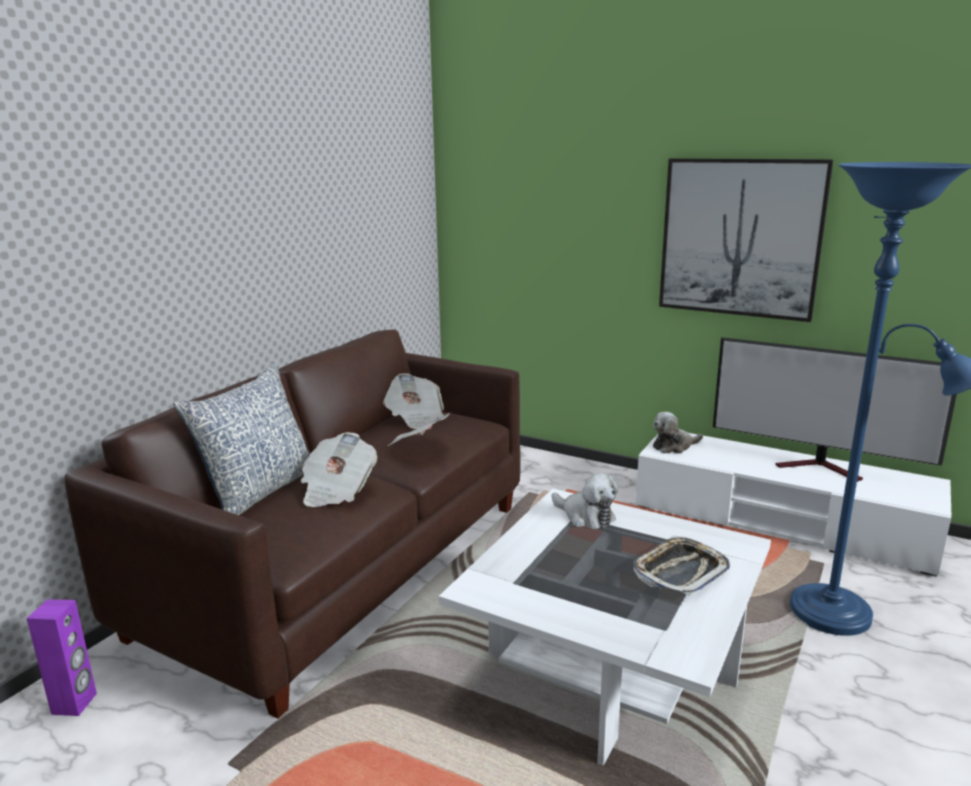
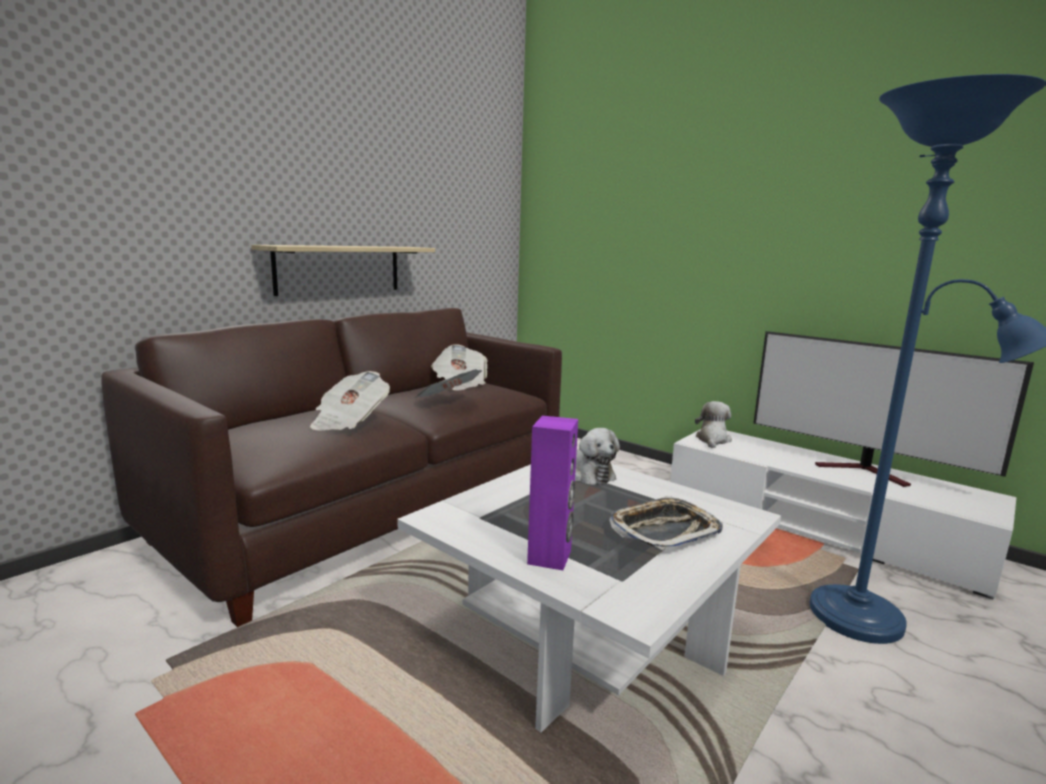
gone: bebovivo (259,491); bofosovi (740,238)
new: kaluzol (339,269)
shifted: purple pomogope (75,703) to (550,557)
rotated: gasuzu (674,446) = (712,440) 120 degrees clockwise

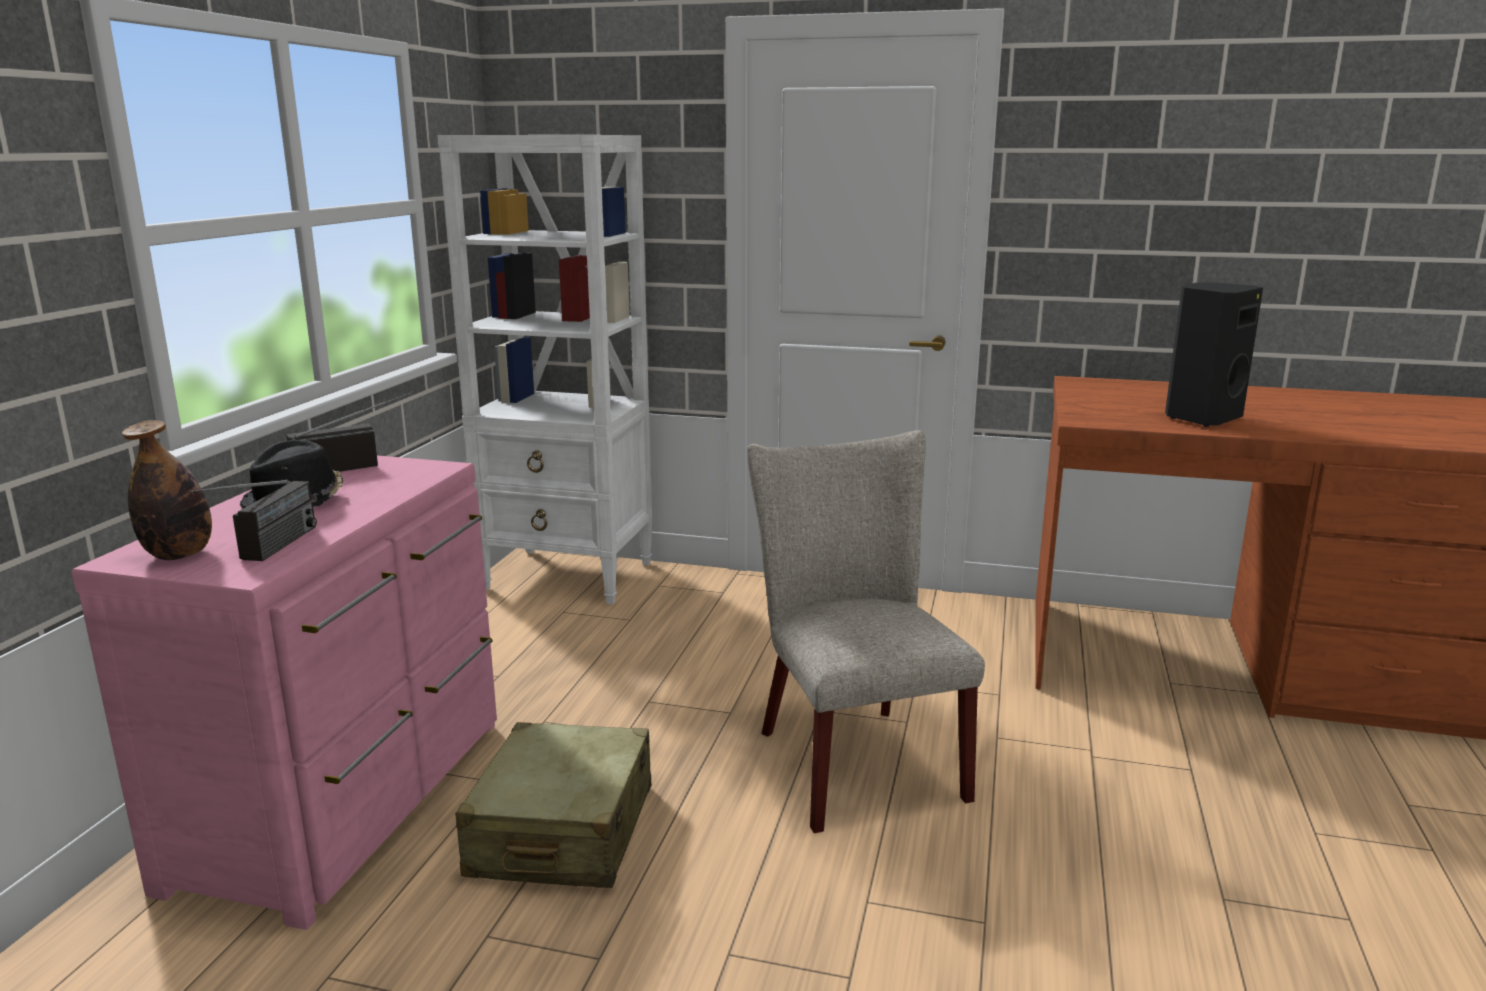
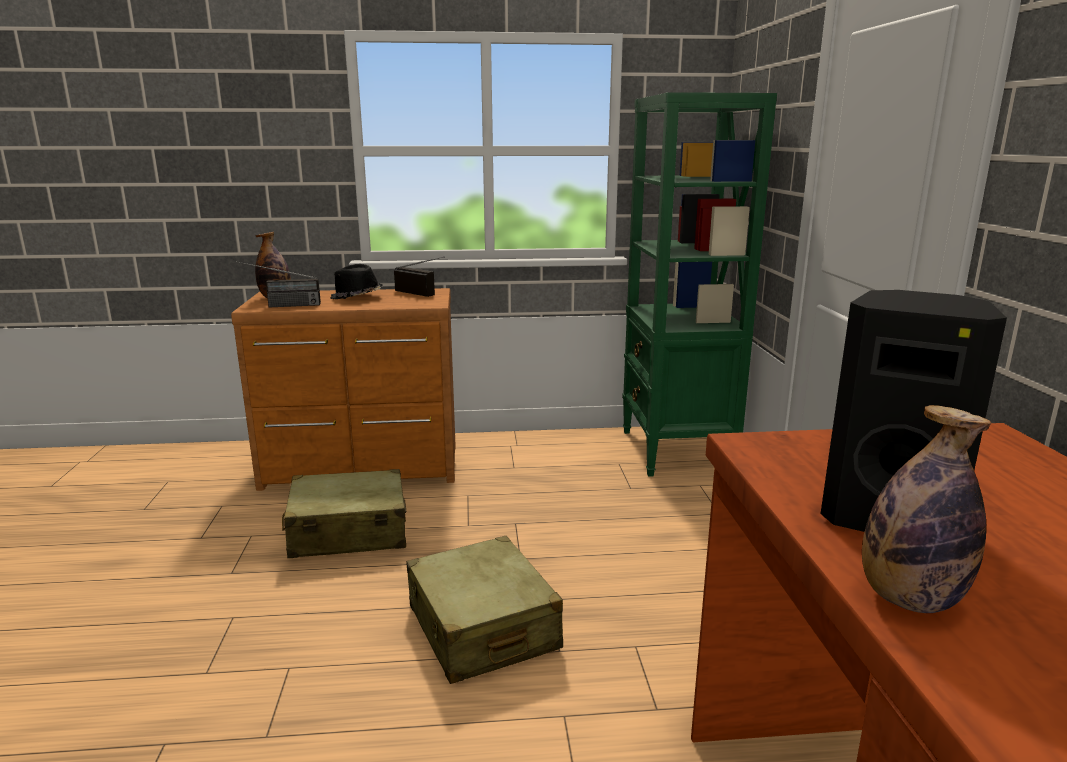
new: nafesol (909,599)
swapped: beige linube (851,757) to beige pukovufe (482,628)
repainted: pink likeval (352,800) to brown likeval (363,468); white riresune (570,576) to green riresune (676,451)

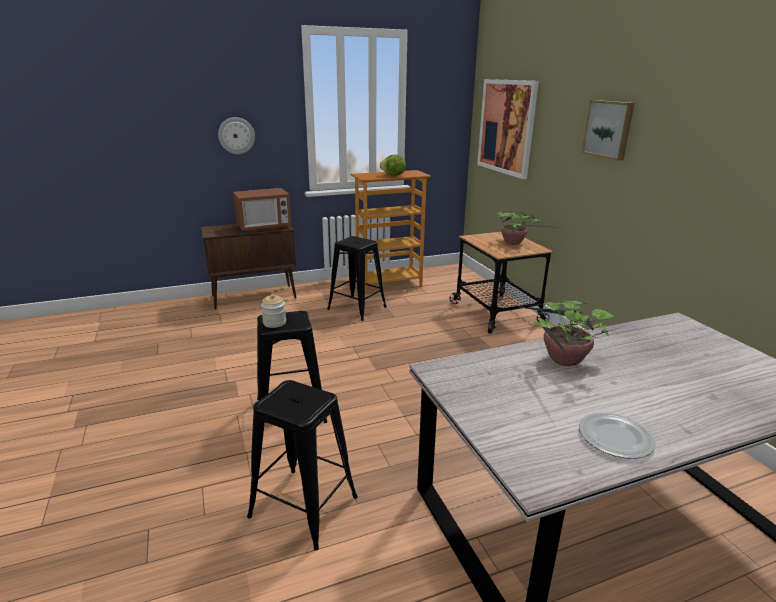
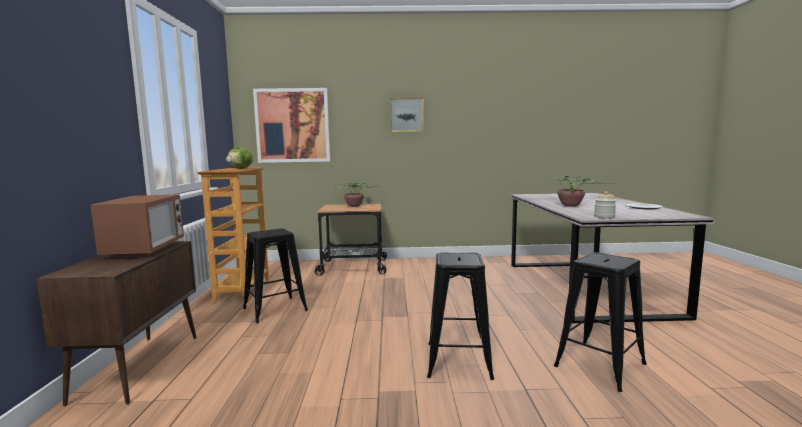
gone: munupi (236,135)
shifted: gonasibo (274,323) to (604,217)

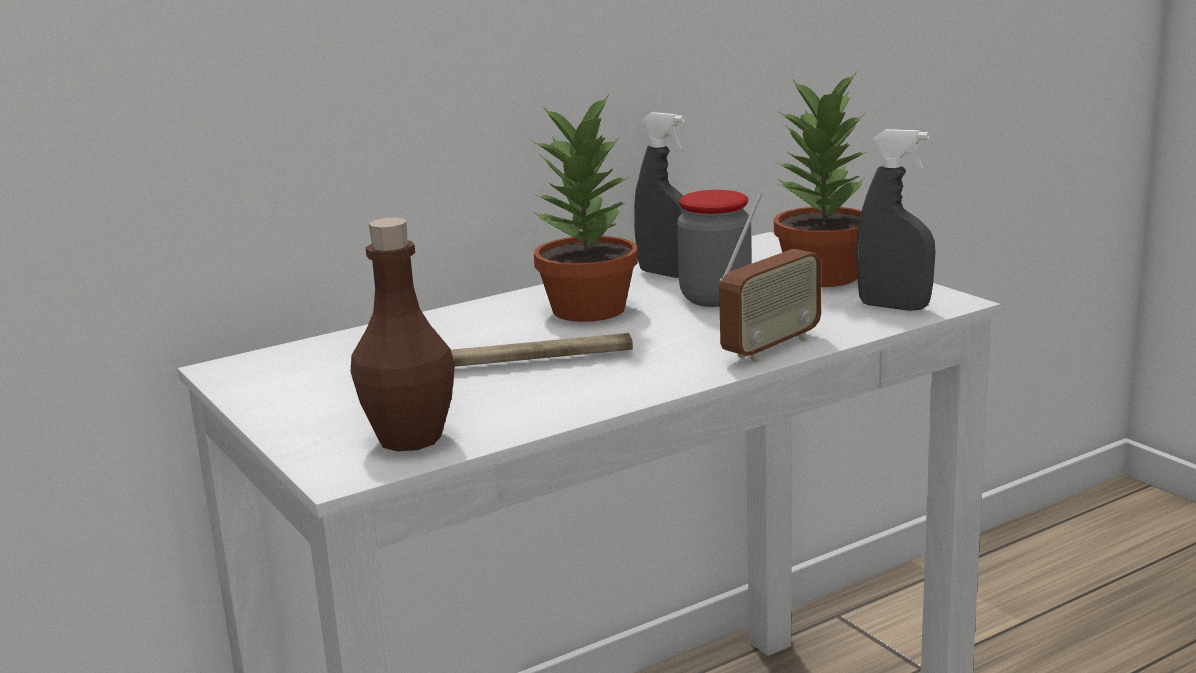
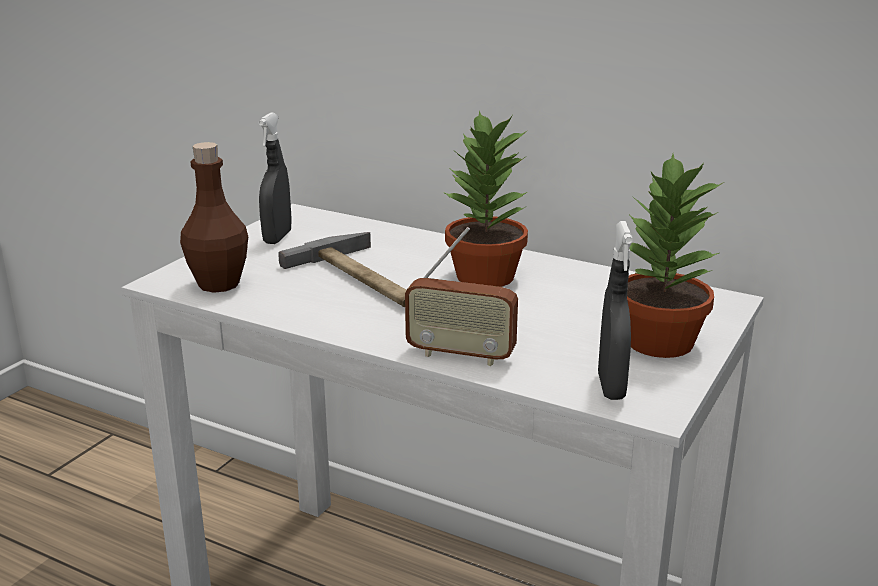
gone: gonasibo (715,298)
shifted: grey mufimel (666,274) to (277,237)

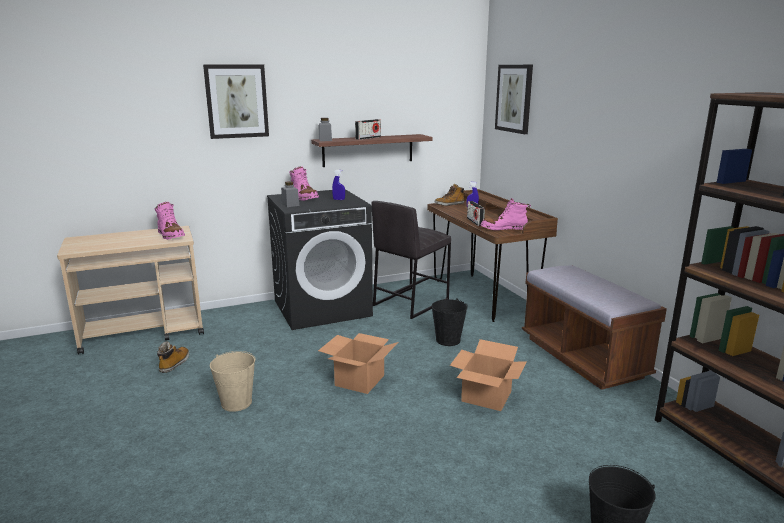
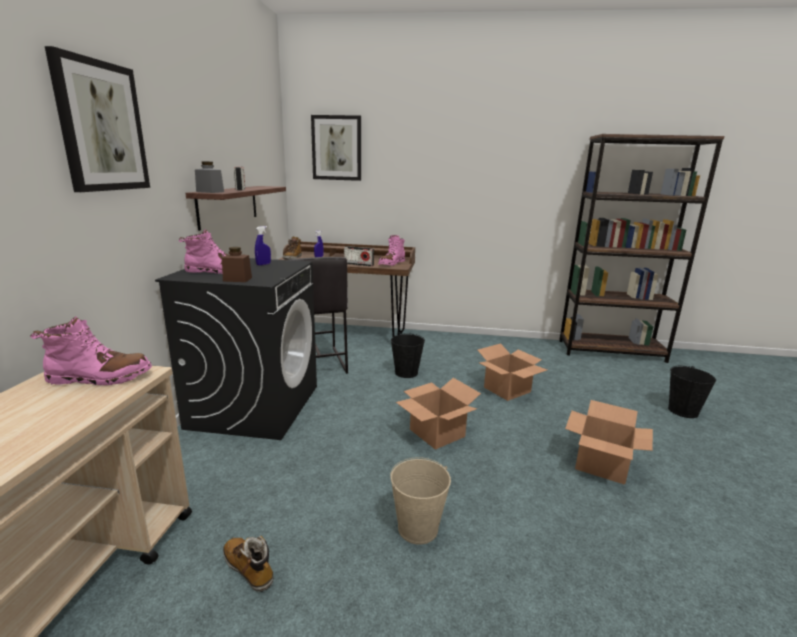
gone: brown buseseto (582,357)
new: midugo (602,464)
repainted: grey gonasibo (290,204) to brown gonasibo (237,279)

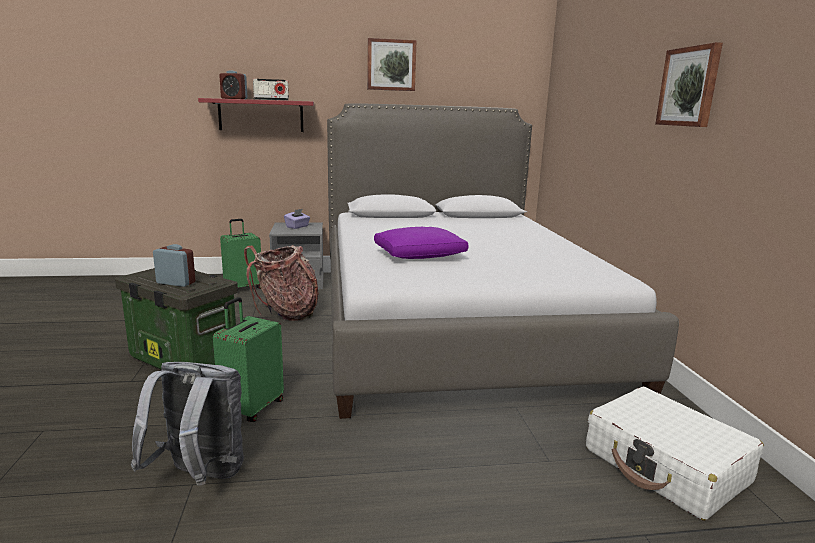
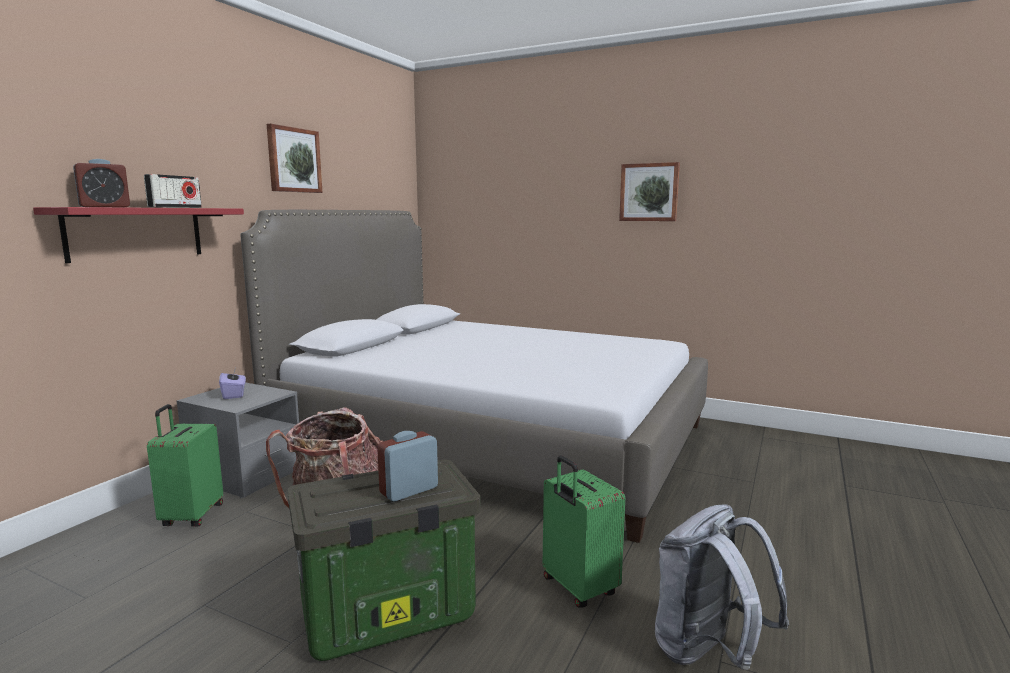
gone: purple bebovivo (420,255); white pukovufe (666,466)

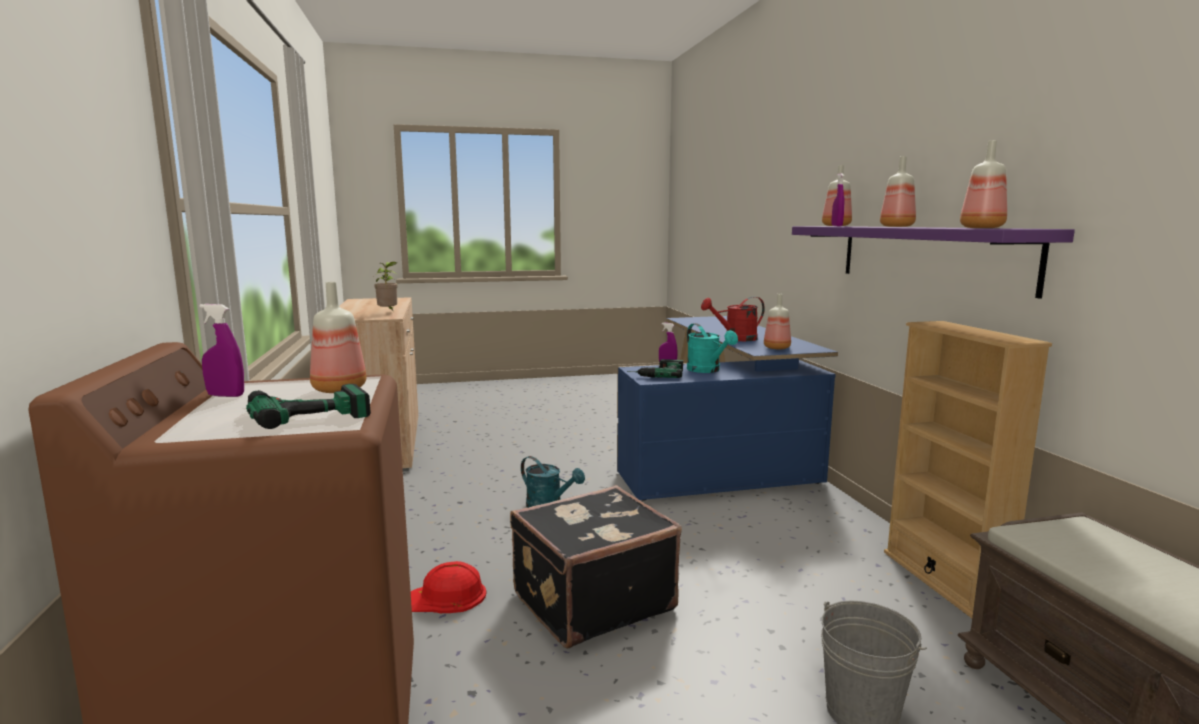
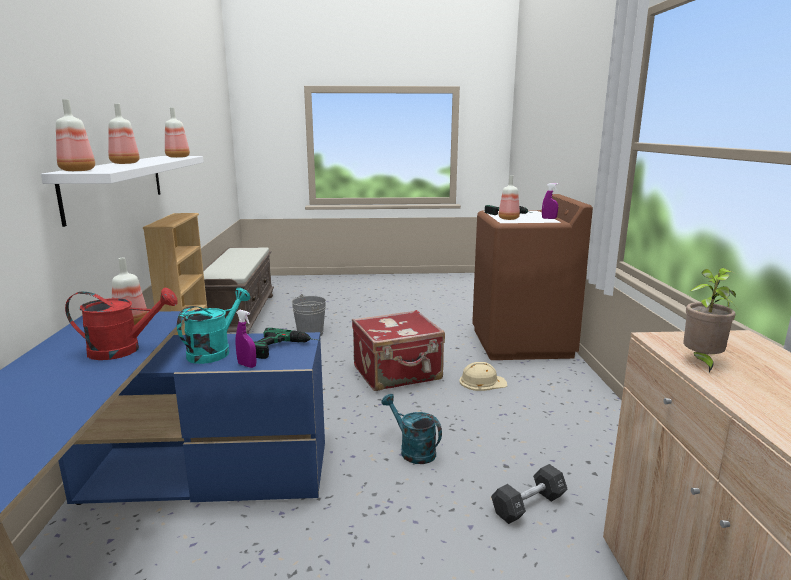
gone: purple mufimel (836,226)
new: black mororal (528,505)
repainted: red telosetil (447,597) to beige telosetil (482,382); black pukovufe (591,600) to red pukovufe (398,373); purple kaluzol (928,255) to white kaluzol (116,185)
rotated: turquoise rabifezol (707,370) = (214,351) 45 degrees clockwise

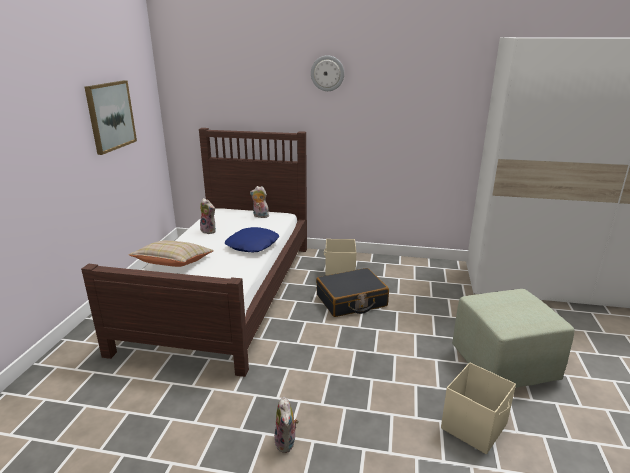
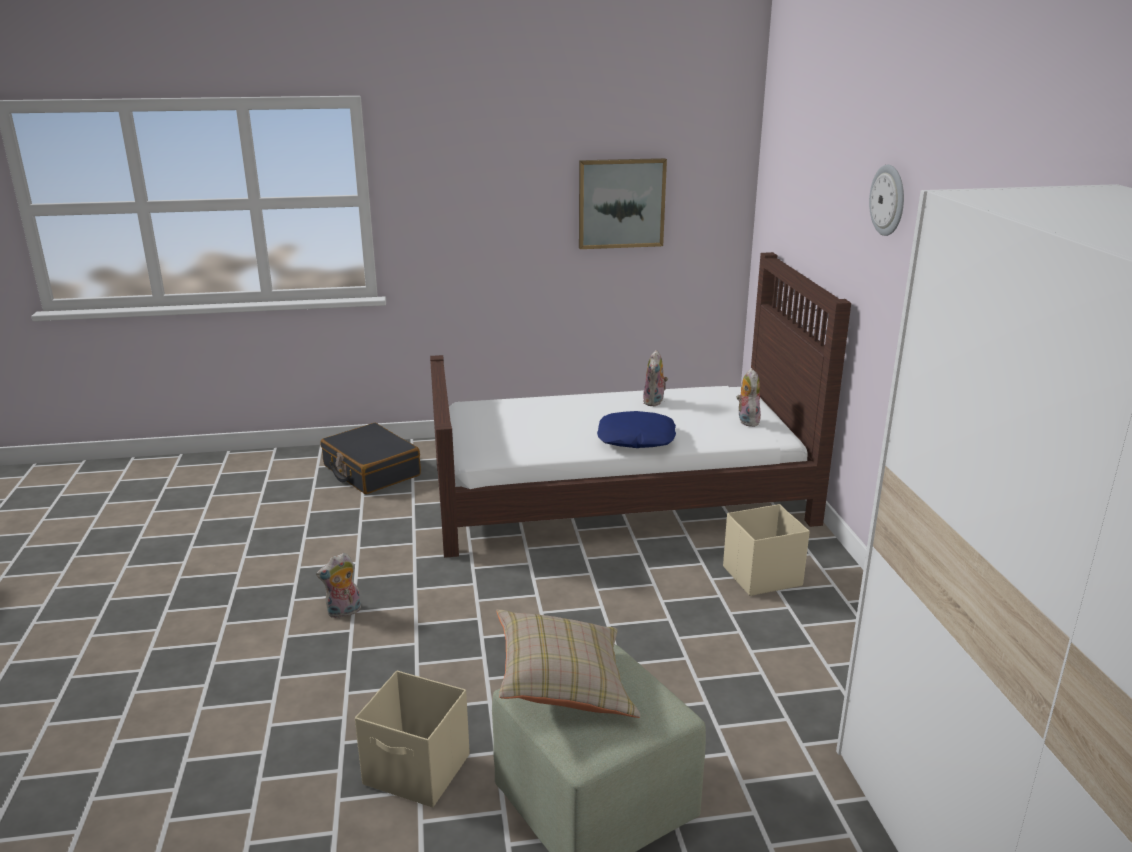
shifted: beige bebovivo (174,264) to (563,685); black pukovufe (351,301) to (371,471)

